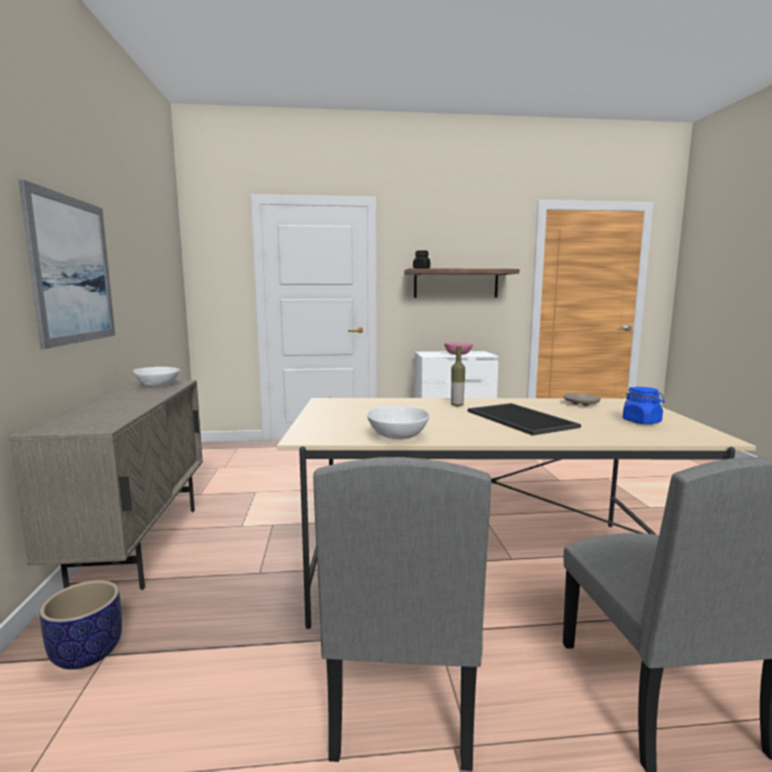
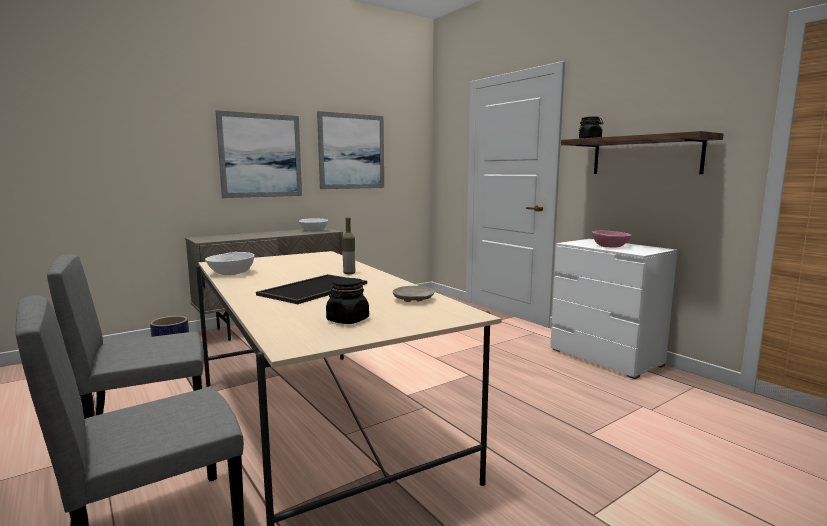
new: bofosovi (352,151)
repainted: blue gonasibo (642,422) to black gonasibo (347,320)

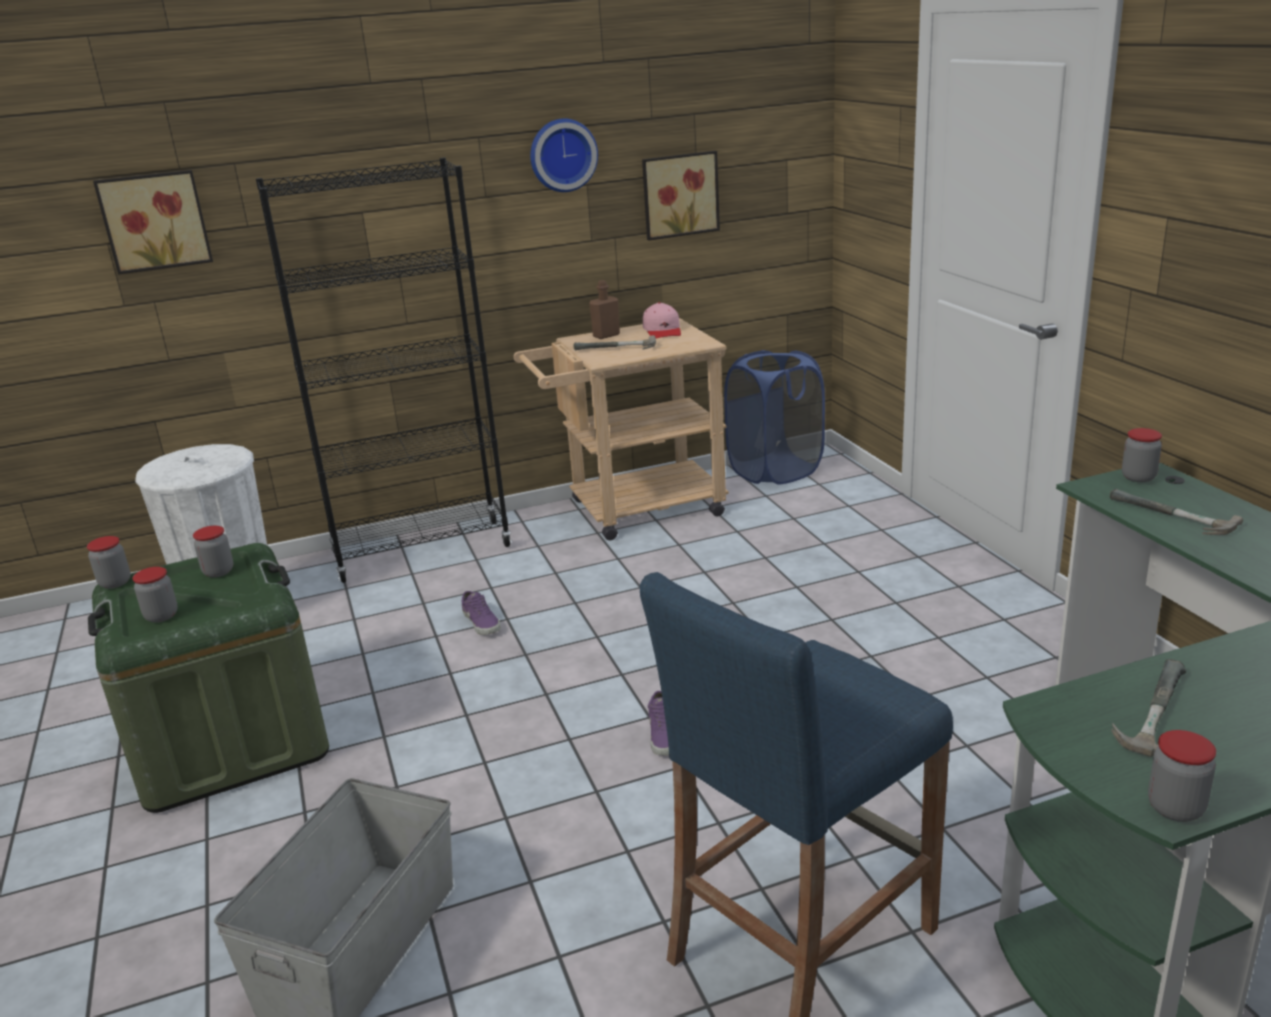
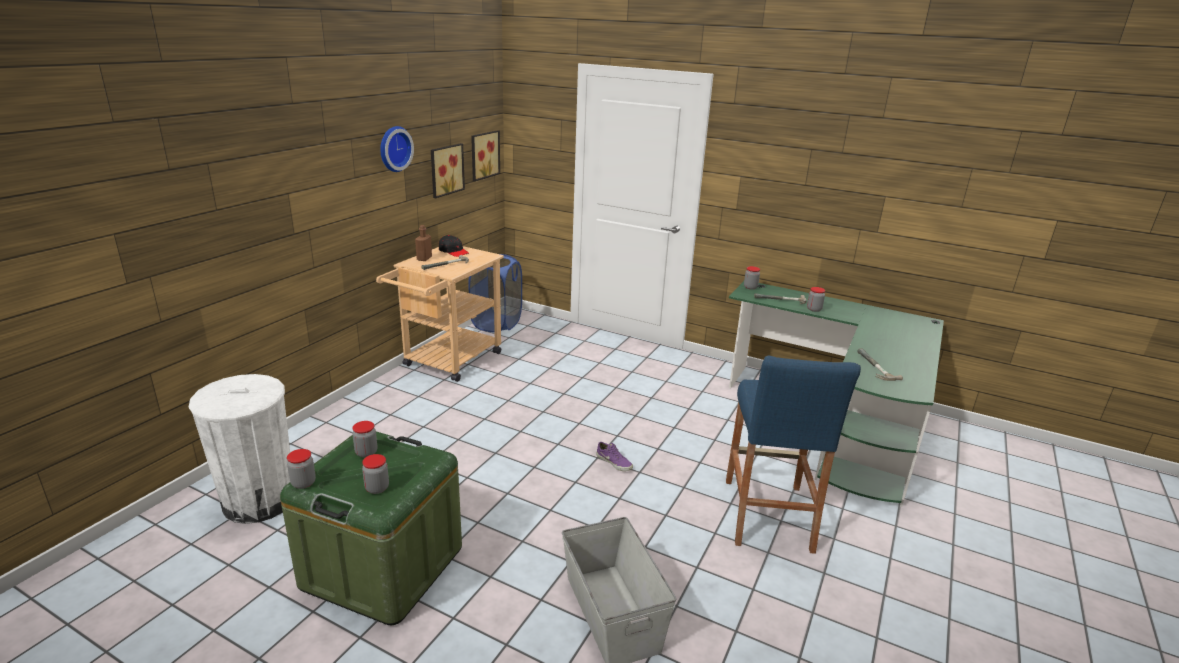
gone: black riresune (422,551); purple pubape (482,622)
shifted: bofosovi (155,221) to (483,155); gonasibo (1175,808) to (814,309)
repainted: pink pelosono (663,331) to black pelosono (453,251)

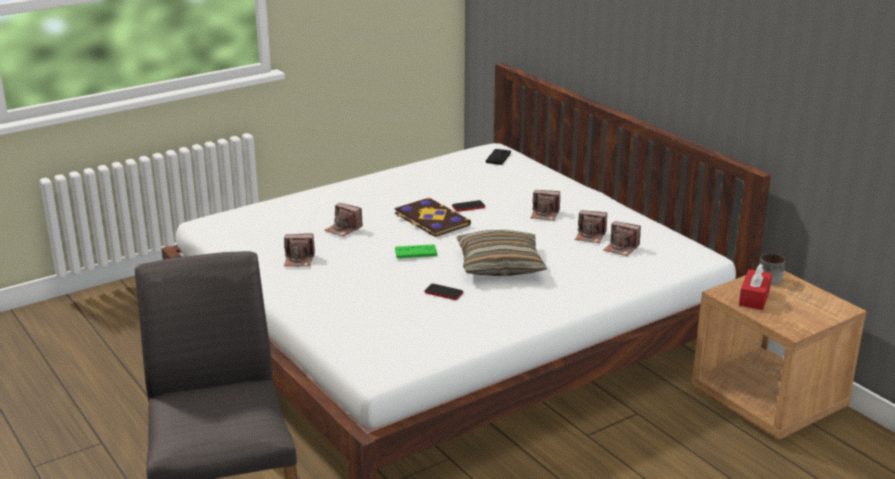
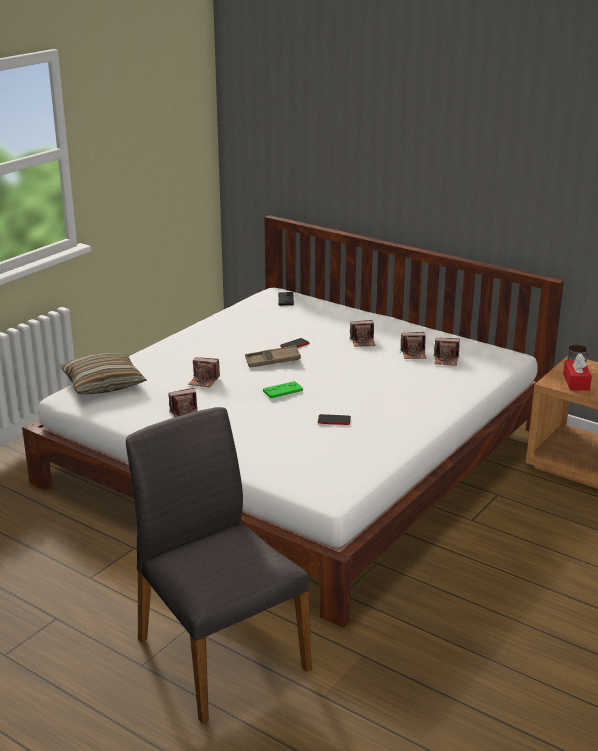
shifted: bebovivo (500,265) to (103,384)
swapped: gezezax (431,219) to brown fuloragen (272,361)

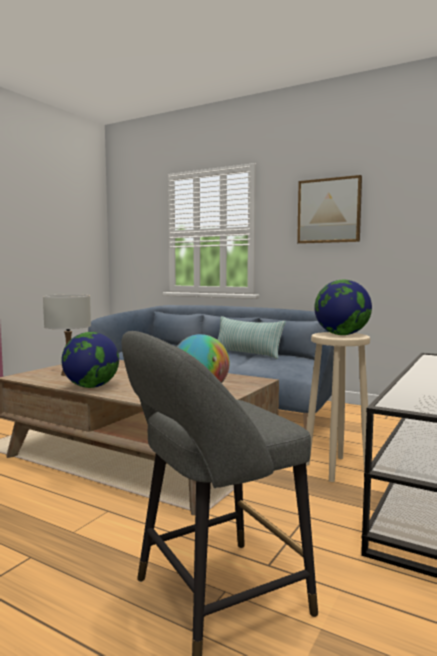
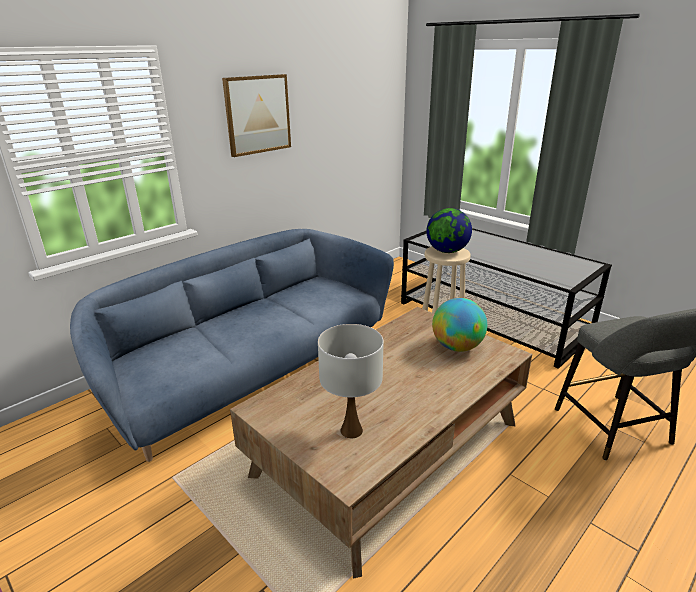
gone: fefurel (91,387); bebovivo (247,354)

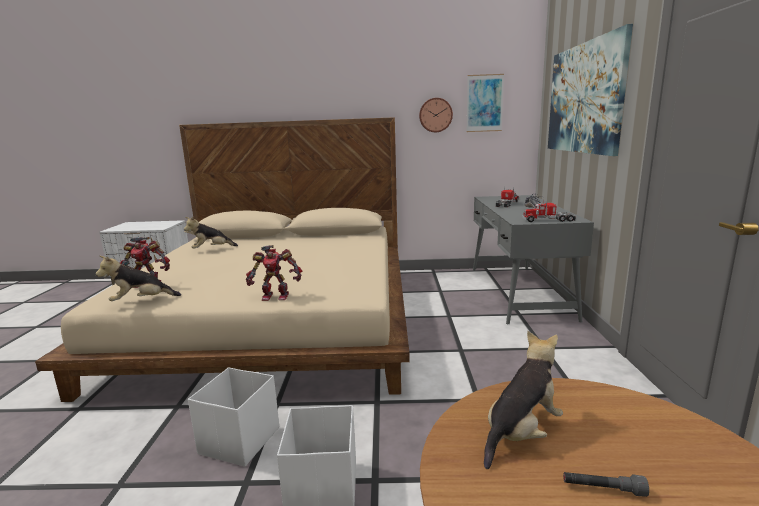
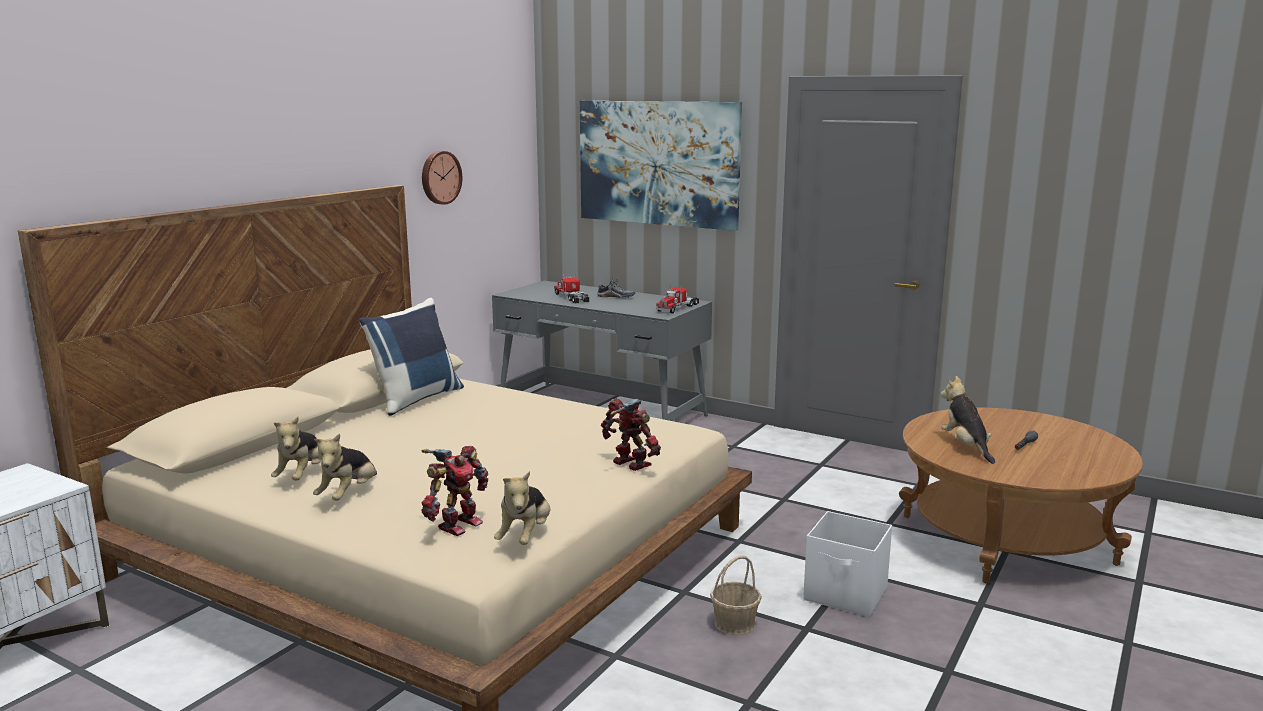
gone: bofosovi (484,103)
new: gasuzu (348,494); blue bebovivo (415,399)
swapped: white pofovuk (238,441) to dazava (735,623)
rotated: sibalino (276,296) = (630,464) 75 degrees counterclockwise

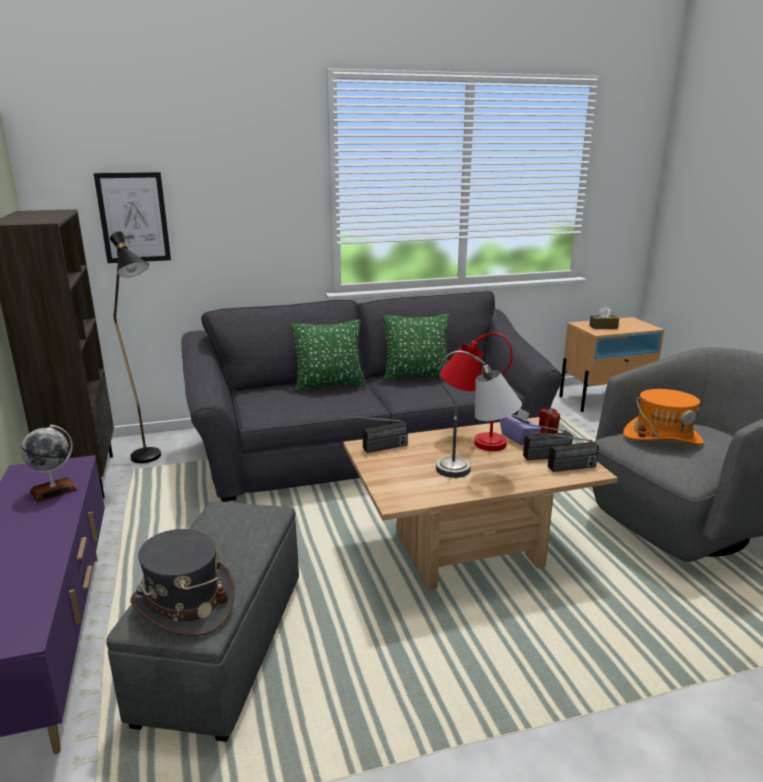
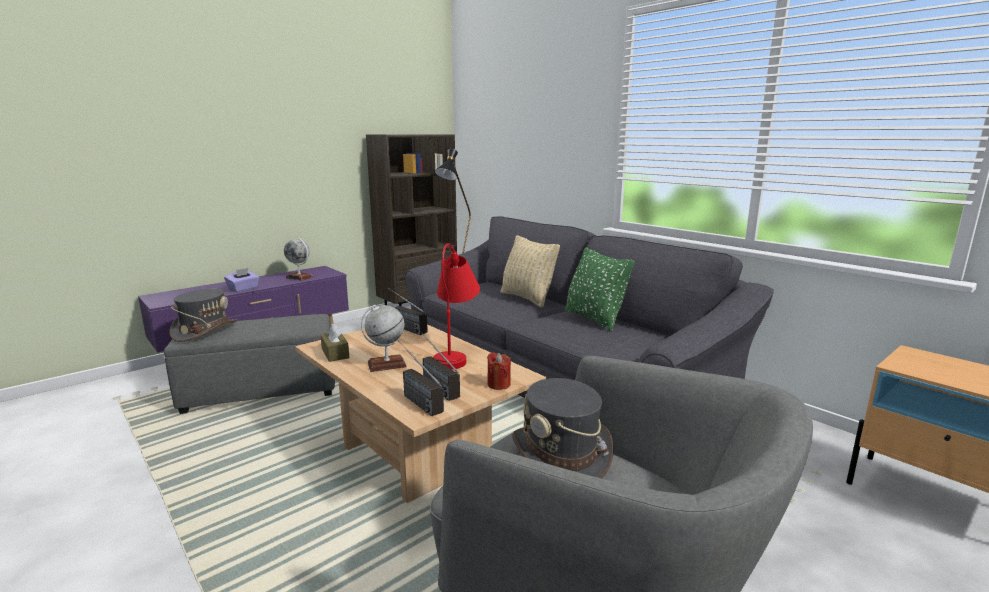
gone: bofosovi (133,218)
shifted: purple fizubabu (519,438) to (243,289); brown fizubabu (603,327) to (335,353)
swapped: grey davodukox (477,470) to fefurel (386,364)
repainted: green bebovivo (329,385) to beige bebovivo (527,298); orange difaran (662,437) to grey difaran (561,455)

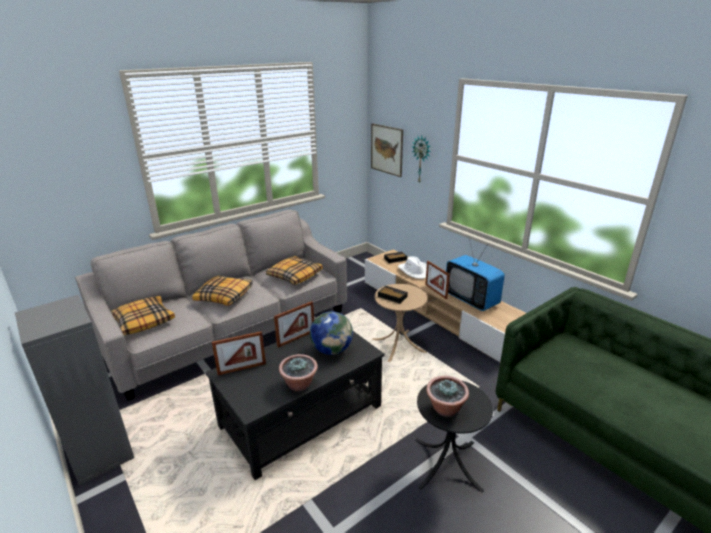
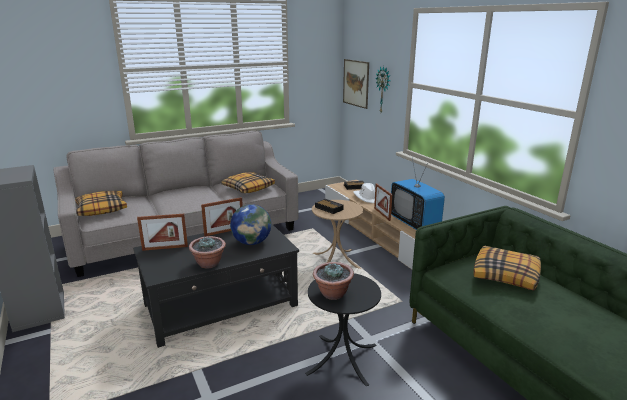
shifted: bebovivo (224,296) to (506,275)

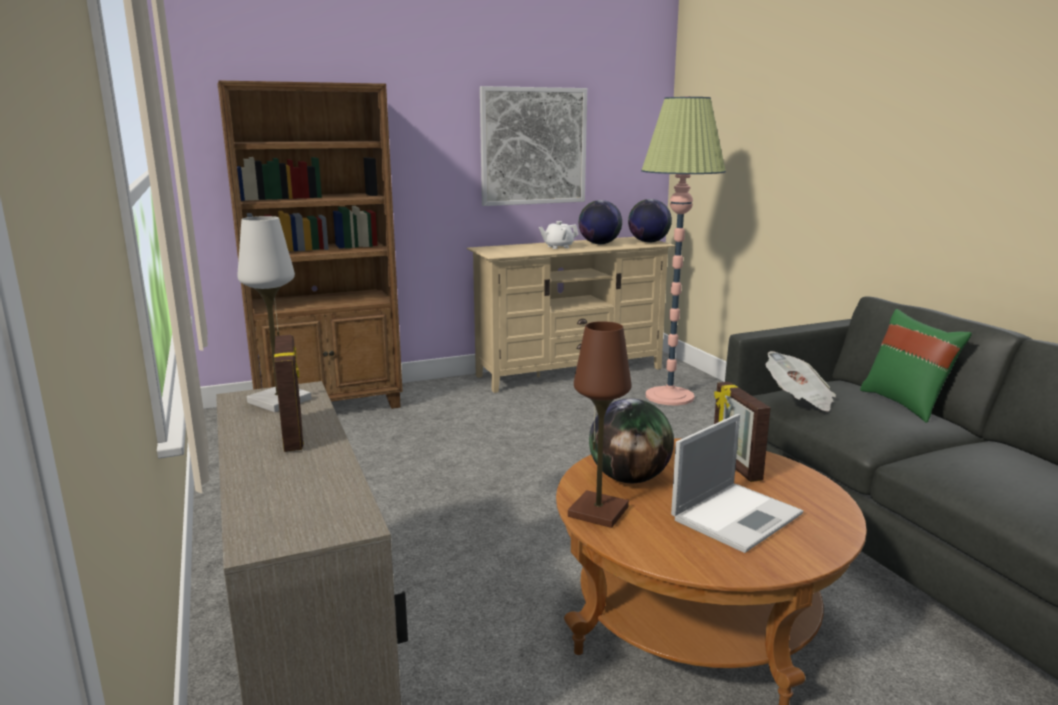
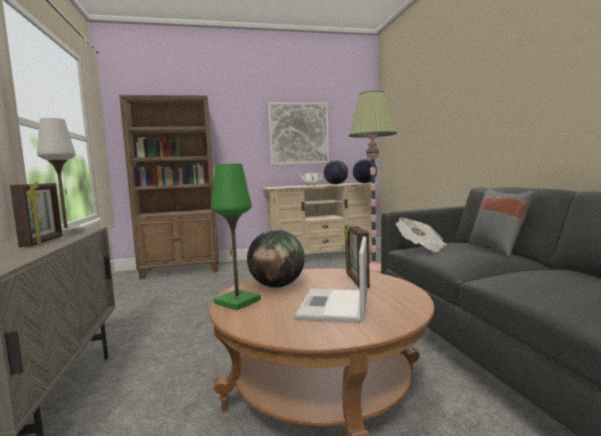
repainted: brown davodukox (598,512) to green davodukox (237,301); green bebovivo (906,404) to grey bebovivo (498,250)
rotated: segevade (737,515) = (334,306) 135 degrees clockwise

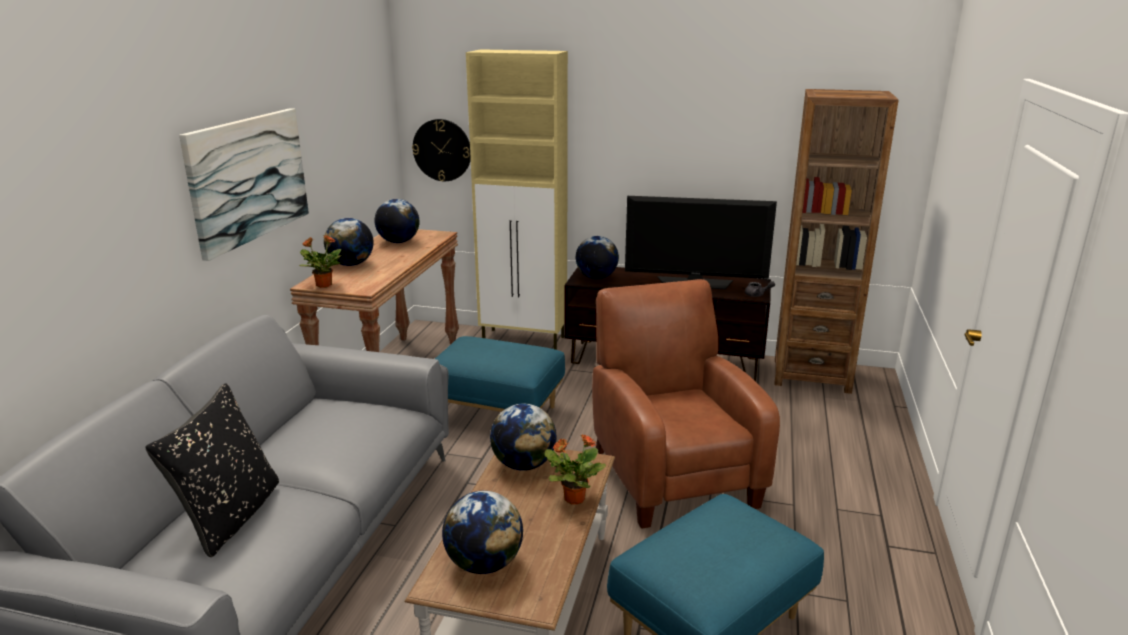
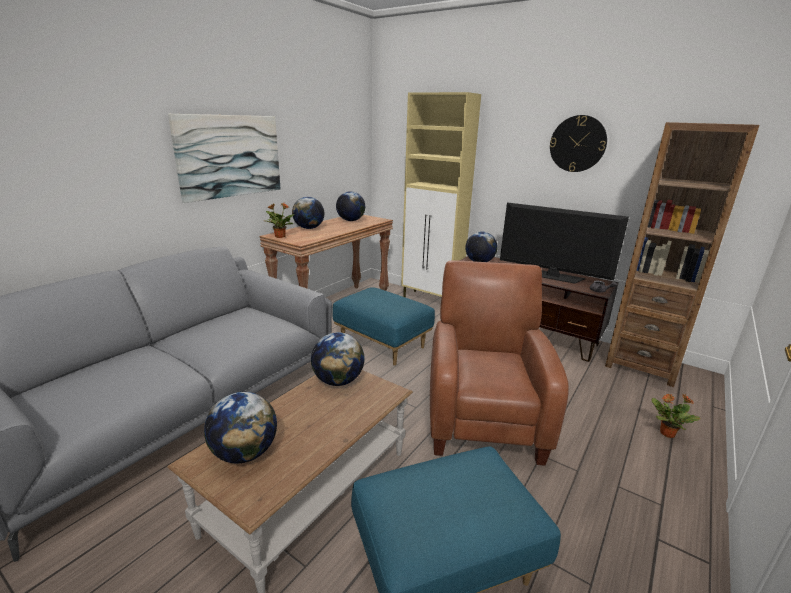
gone: black bebovivo (231,516)
shifted: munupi (442,150) to (577,144); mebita (573,498) to (666,433)

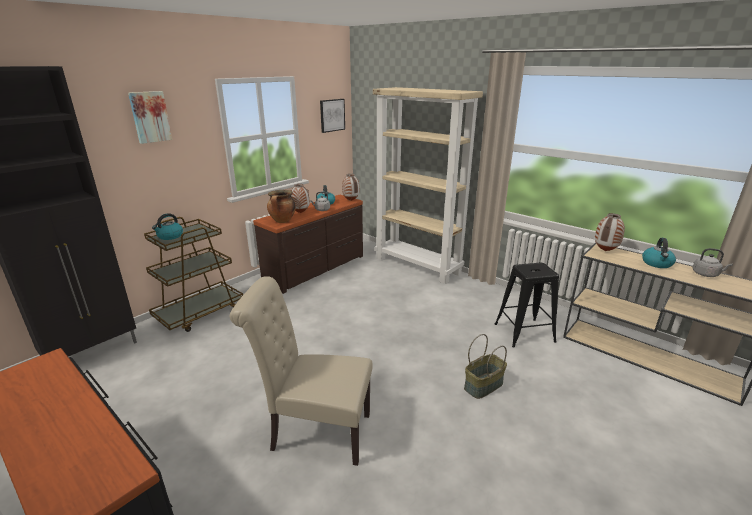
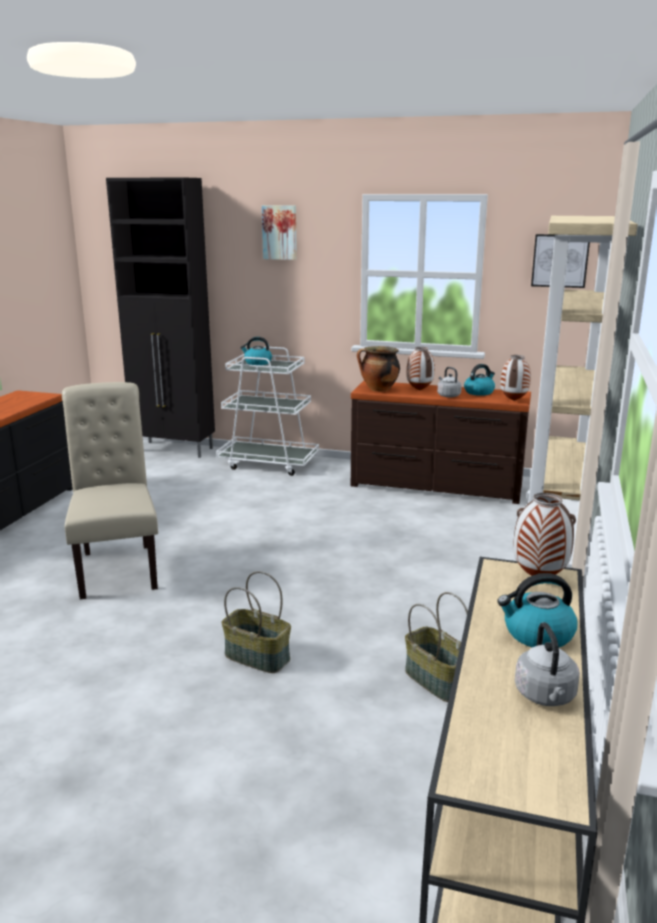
swapped: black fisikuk (524,333) to dazava (438,680)
repainted: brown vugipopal (200,313) to white vugipopal (269,463)

